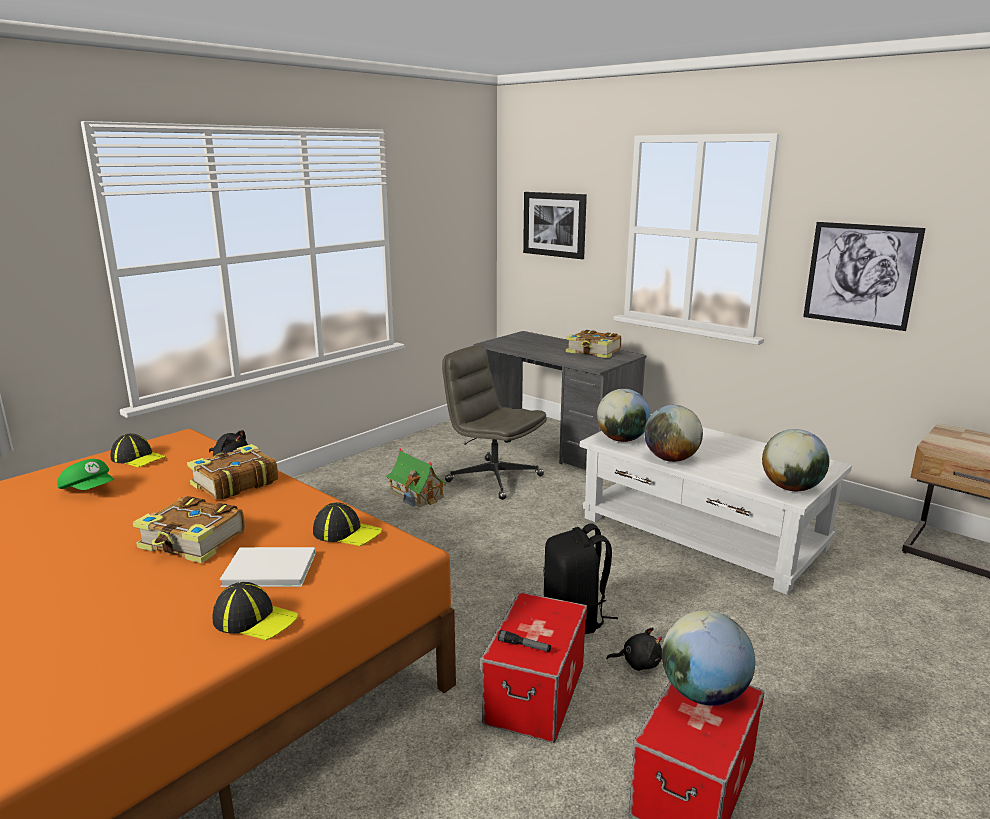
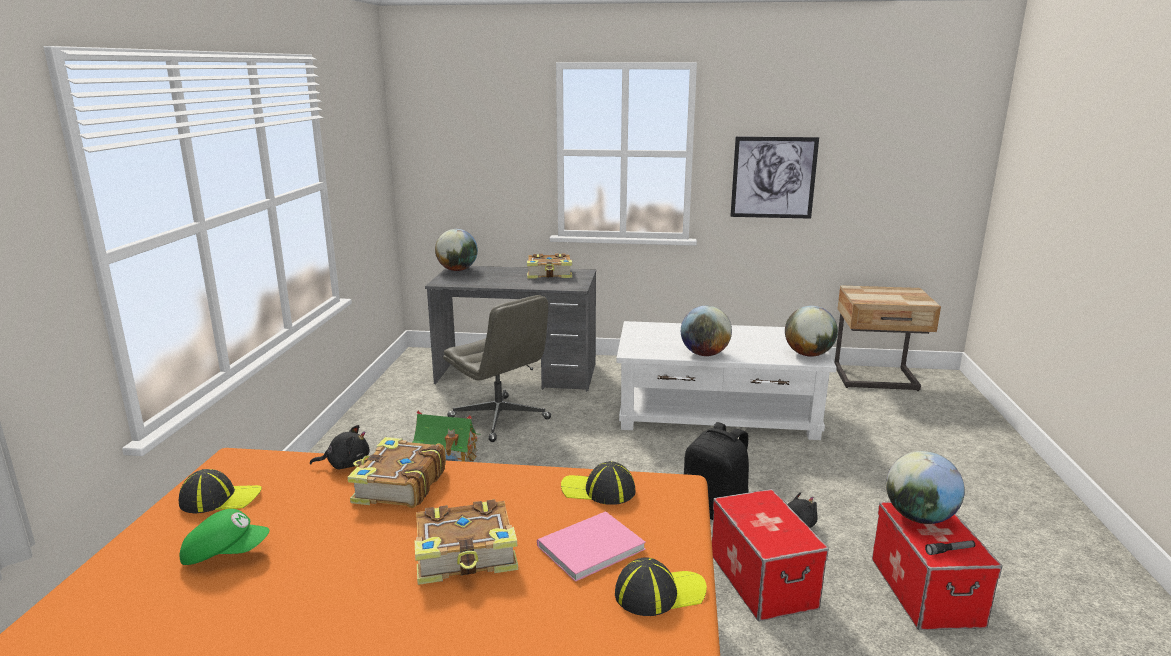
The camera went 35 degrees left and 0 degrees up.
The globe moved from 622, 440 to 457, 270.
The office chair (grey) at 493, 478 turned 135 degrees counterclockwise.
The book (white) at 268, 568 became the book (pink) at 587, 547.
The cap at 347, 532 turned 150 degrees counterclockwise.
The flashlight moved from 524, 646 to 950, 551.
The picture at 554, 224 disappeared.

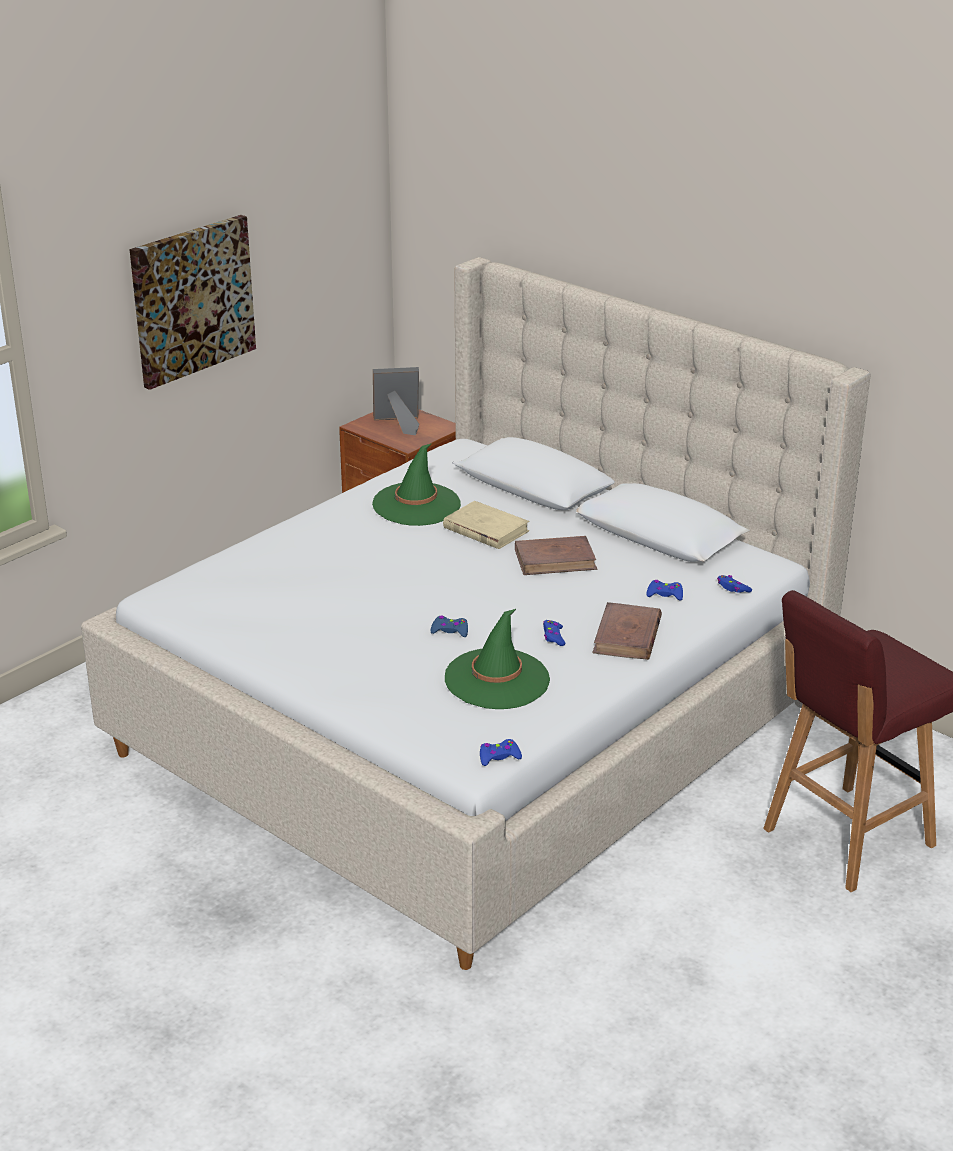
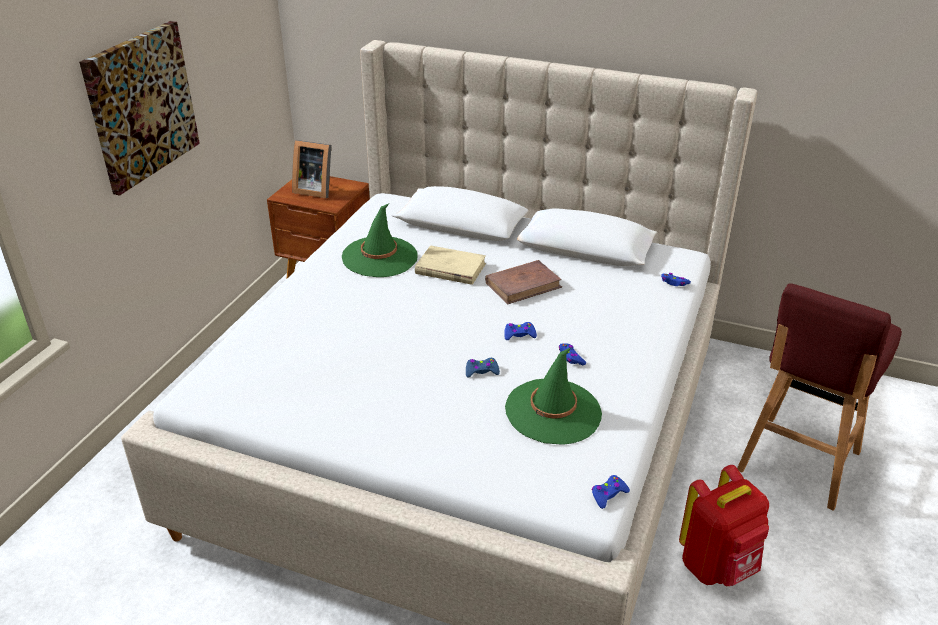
The camera went 20 degrees left and 5 degrees up.
The picture frame at 399, 424 turned 135 degrees counterclockwise.
The game controller (blue) moved from 665, 594 to 519, 334.
The backpack (red) at 718, 566 appeared.
The book (brown) at 627, 636 disappeared.

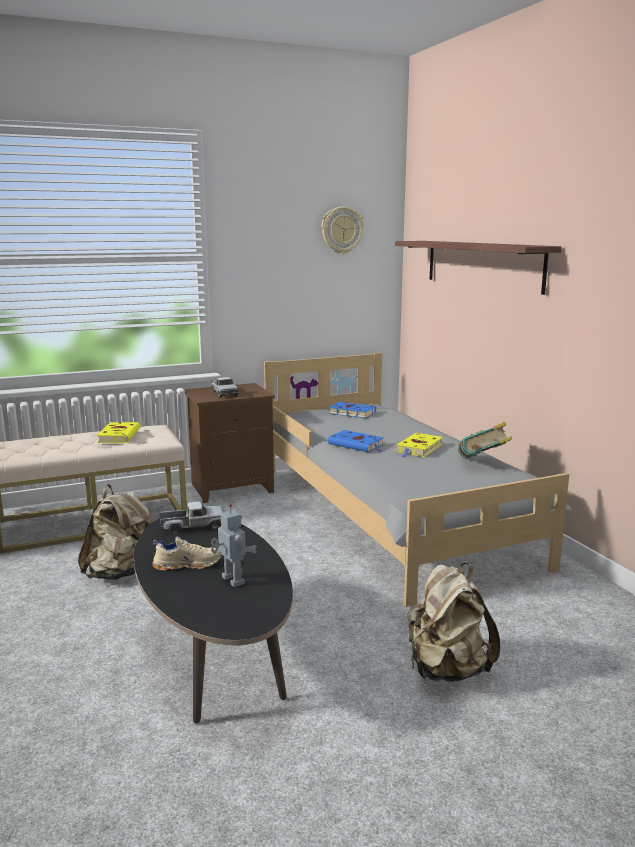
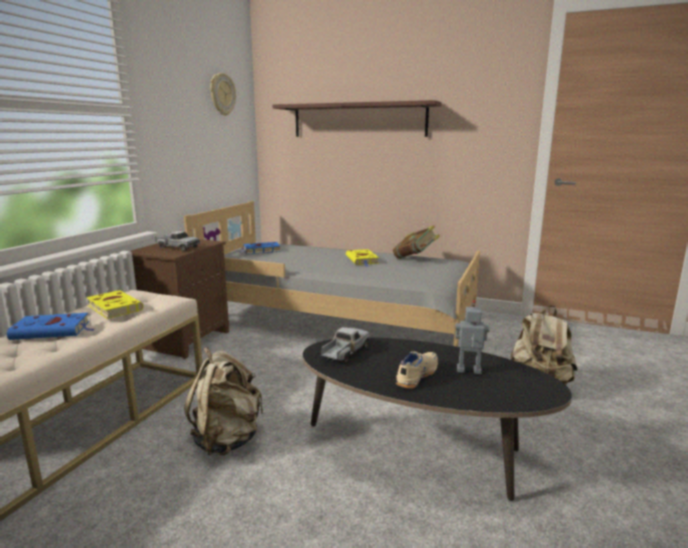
The camera went 45 degrees left and 0 degrees up.
The book (blue) moved from 357, 445 to 53, 330.

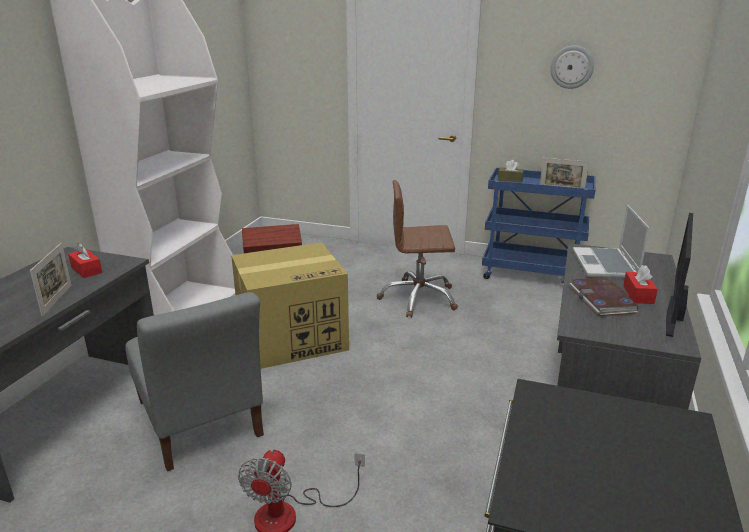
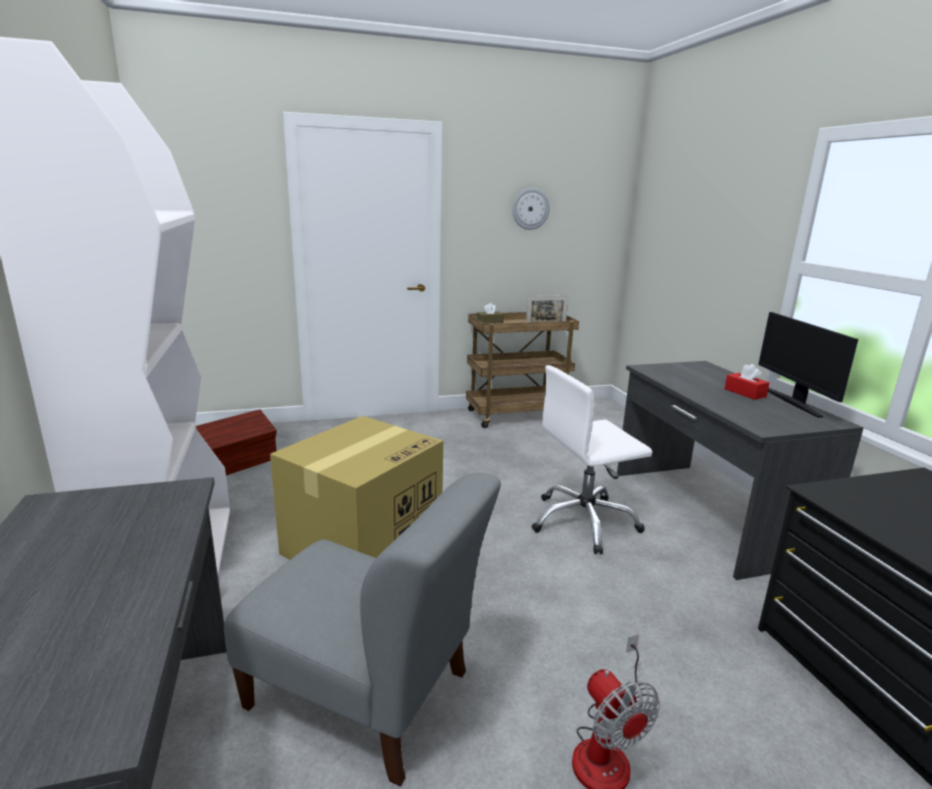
The camera went 35 degrees left and 5 degrees down.
The cart (blue) at 532, 274 became the cart (brown) at 517, 415.
The office chair (white) at 584, 522 appeared.
The picture frame at 57, 300 disappeared.
The tissue box (red) at 86, 270 disappeared.
The office chair (brown) at 418, 298 disappeared.
The book at 602, 300 disappeared.
The laptop at 606, 265 disappeared.

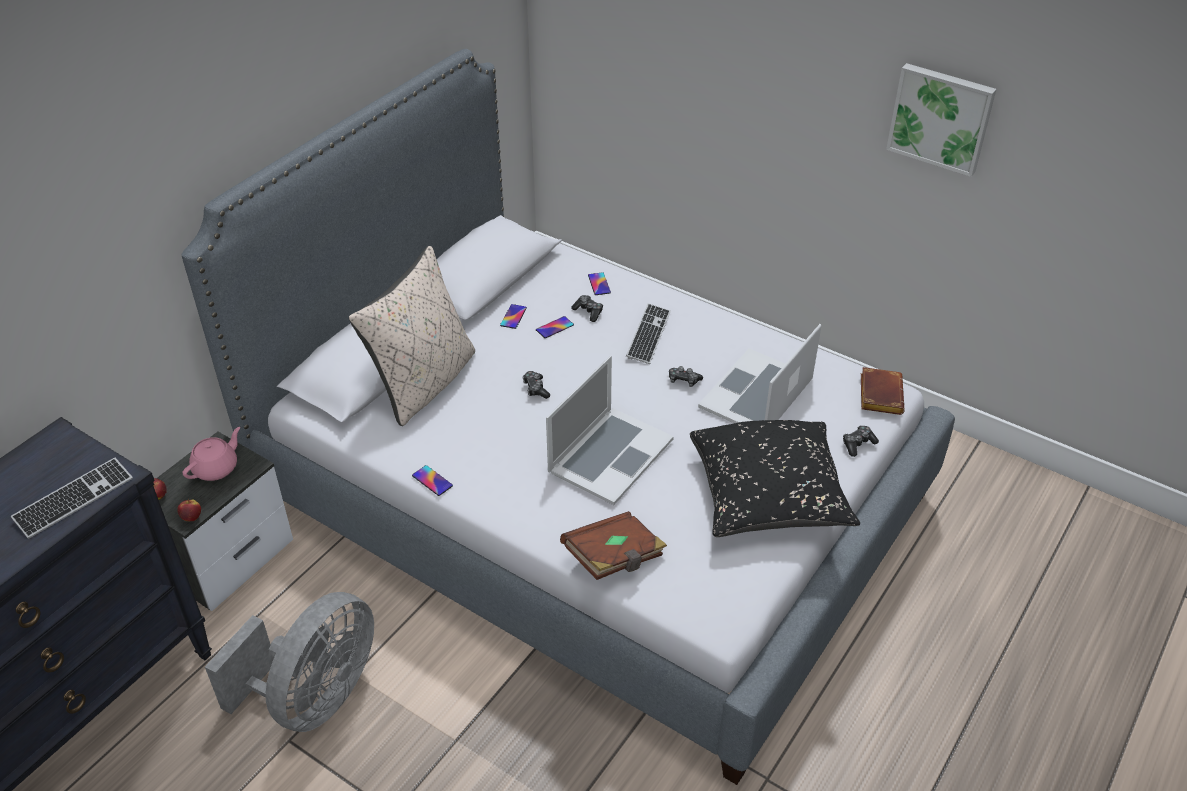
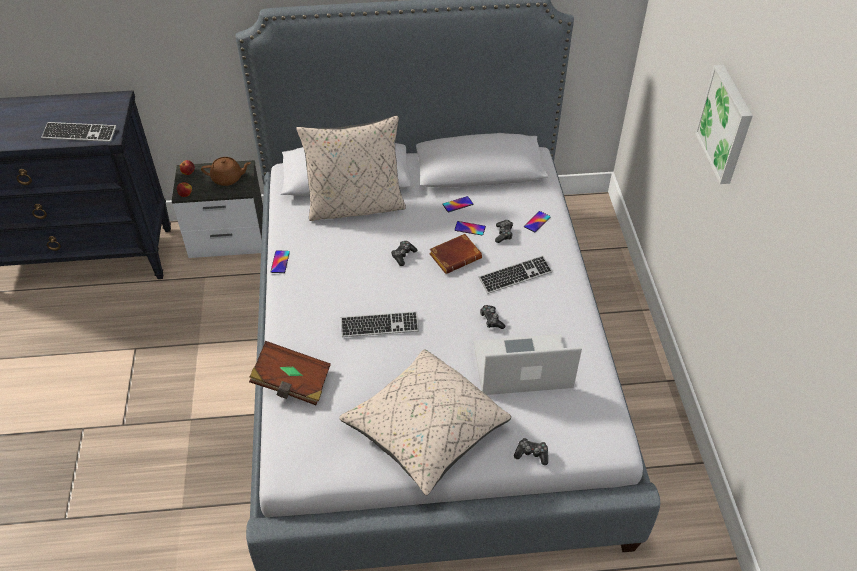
The camera went 50 degrees right and 5 degrees up.
The teapot (pink) at 216, 468 became the teapot (brown) at 228, 178.
The pillow (black) at 768, 496 became the pillow (beige) at 425, 431.
The laptop at 610, 454 was replaced by the keyboard at 379, 326.
The book (brown) moved from 878, 394 to 455, 256.
The picture moved from 941, 118 to 726, 124.
The fan (grey) at 314, 697 disappeared.

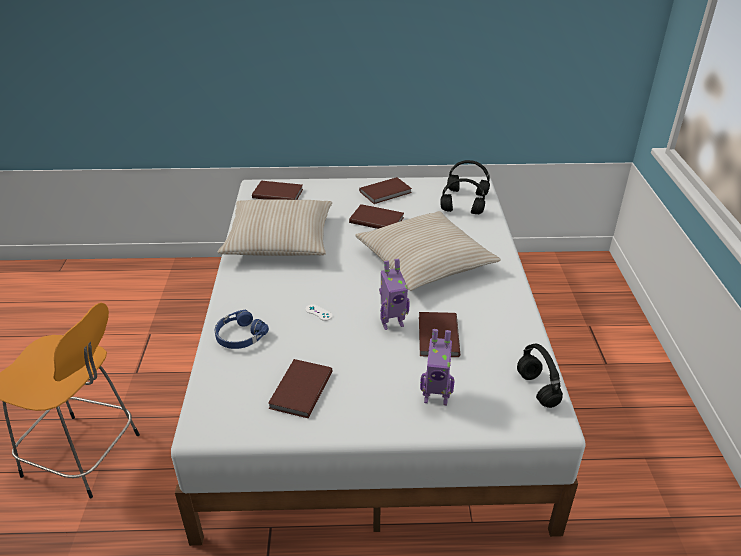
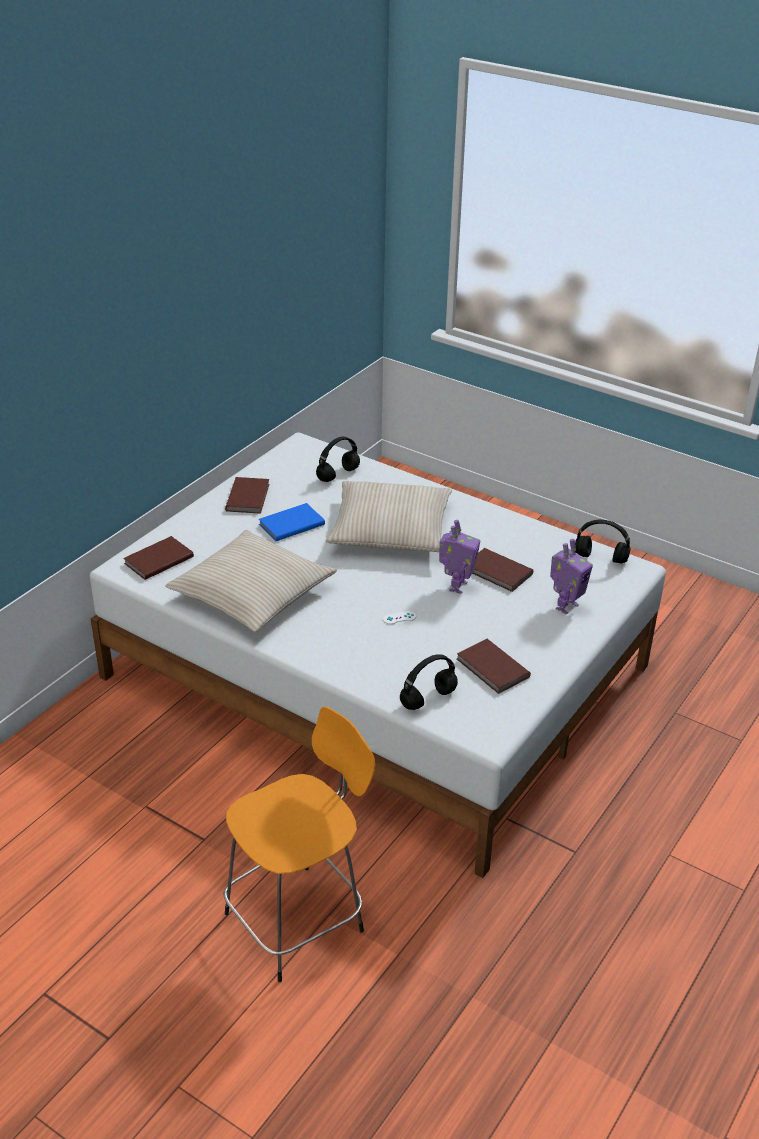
The camera went 55 degrees left and 0 degrees up.
The book (brown) at 376, 219 became the book (blue) at 290, 524.
The headphones (black) moved from 466, 193 to 428, 699.
The headphones (blue) at 239, 336 disappeared.

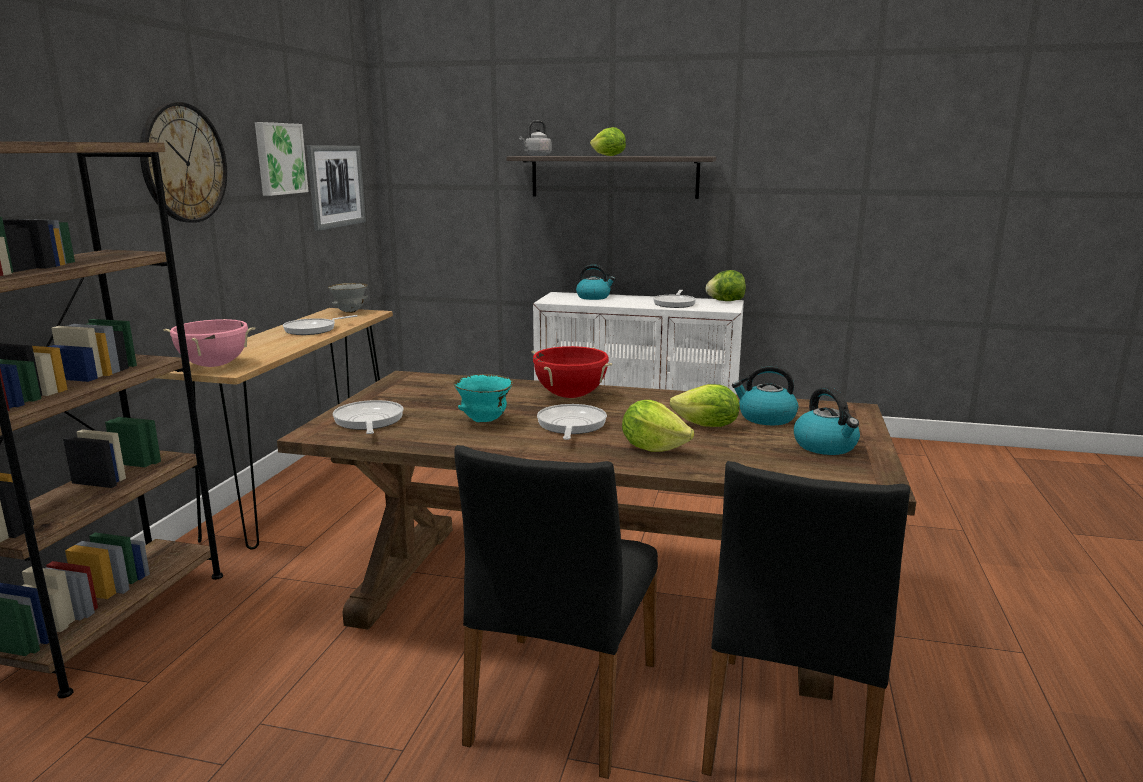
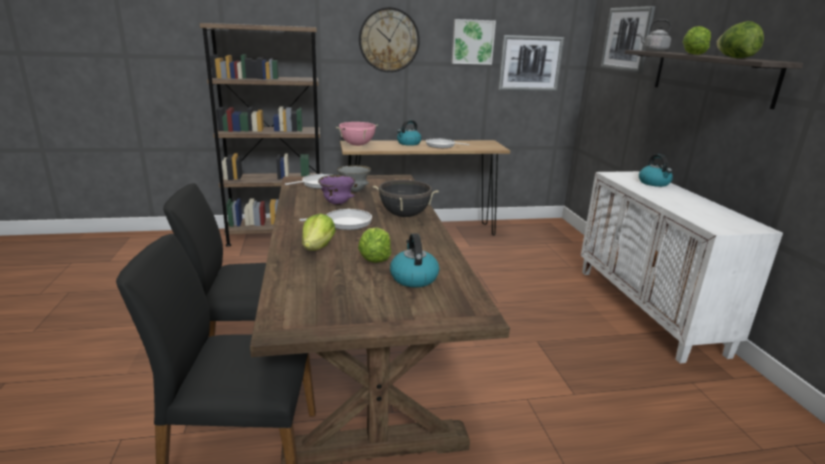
The camera went 65 degrees right and 5 degrees up.
The bowl (turquoise) at 484, 421 became the bowl (purple) at 337, 204.
The bowl (grey) moved from 350, 312 to 354, 191.
The cooking pot (red) at 570, 396 became the cooking pot (black) at 404, 215.
The kettle moved from 826, 446 to 408, 143.
The picture at 627, 39 appeared.
The lettuce moved from 725, 301 to 735, 58.
The frying pan at 675, 303 disappeared.

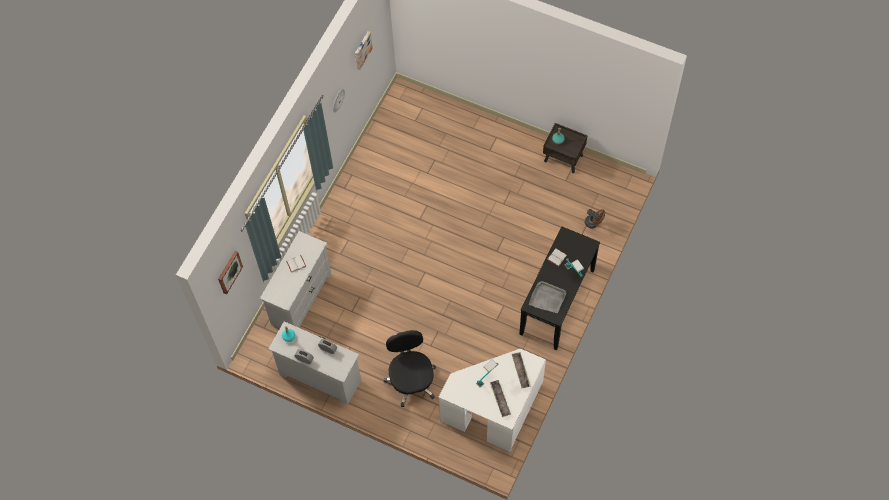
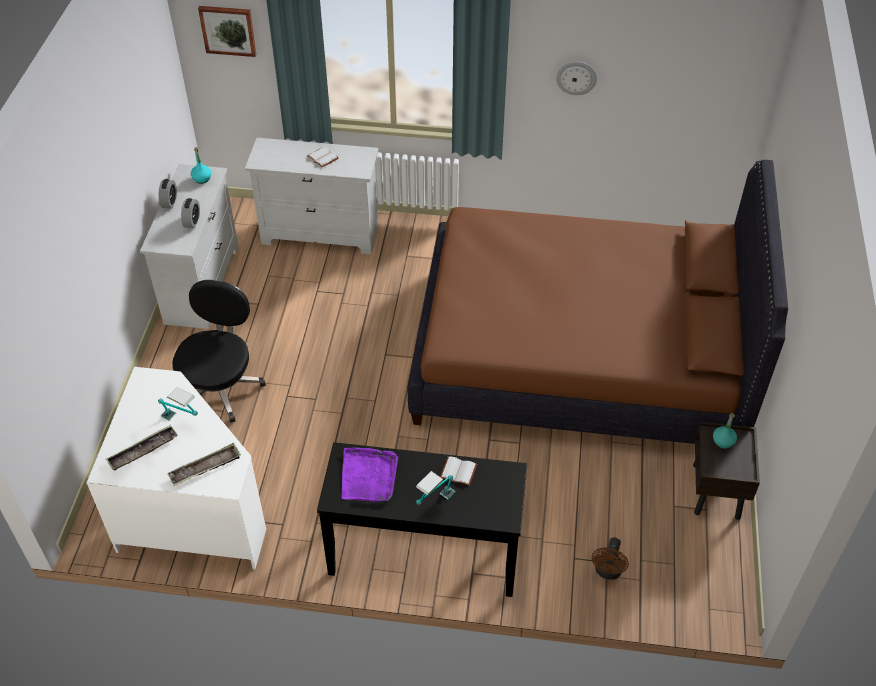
The camera went 70 degrees right and 15 degrees down.
The office chair (black) at 411, 380 turned 45 degrees counterclockwise.
The tray (grey) at 547, 298 became the tray (purple) at 368, 476.
The bed (brown) at 579, 355 appeared.
The picture at 362, 49 disappeared.

